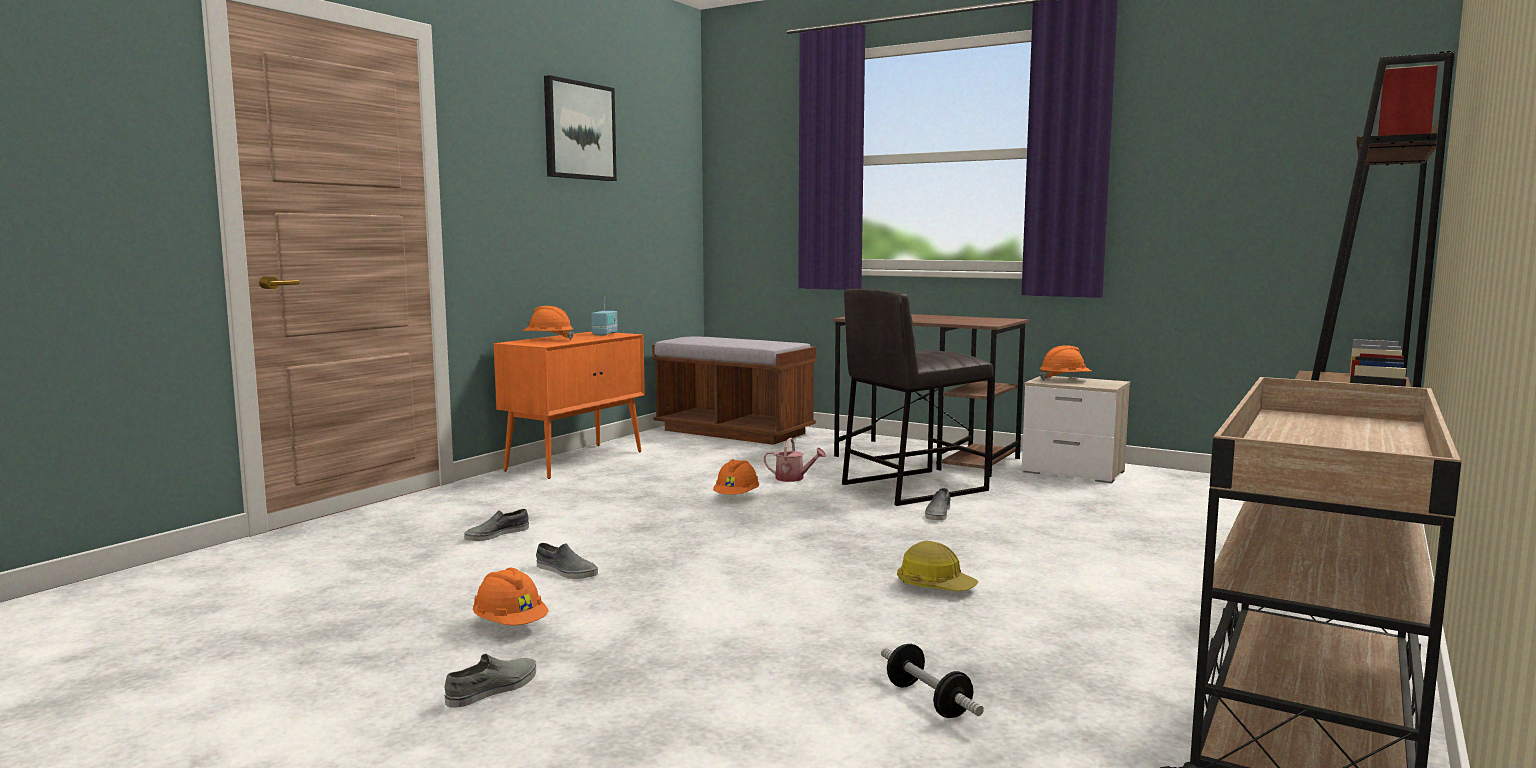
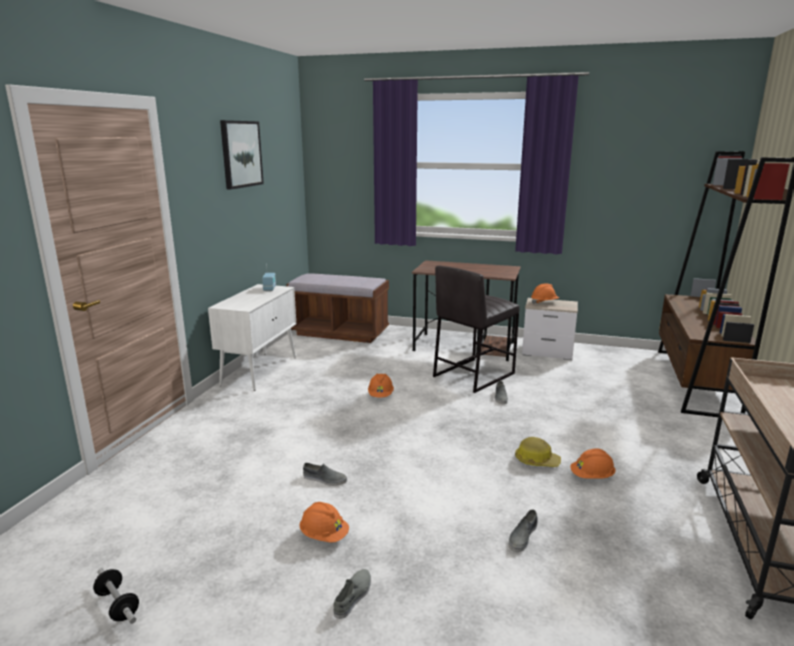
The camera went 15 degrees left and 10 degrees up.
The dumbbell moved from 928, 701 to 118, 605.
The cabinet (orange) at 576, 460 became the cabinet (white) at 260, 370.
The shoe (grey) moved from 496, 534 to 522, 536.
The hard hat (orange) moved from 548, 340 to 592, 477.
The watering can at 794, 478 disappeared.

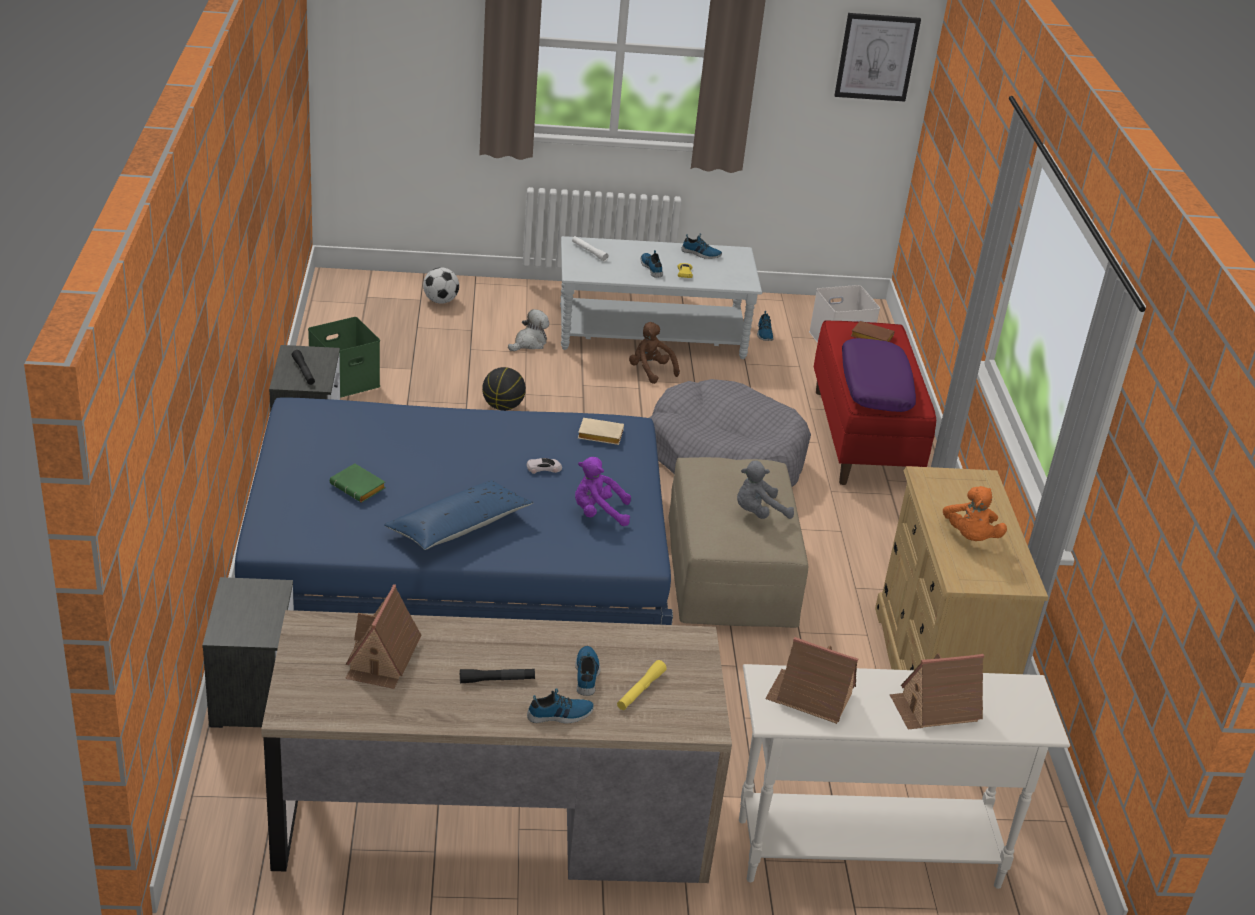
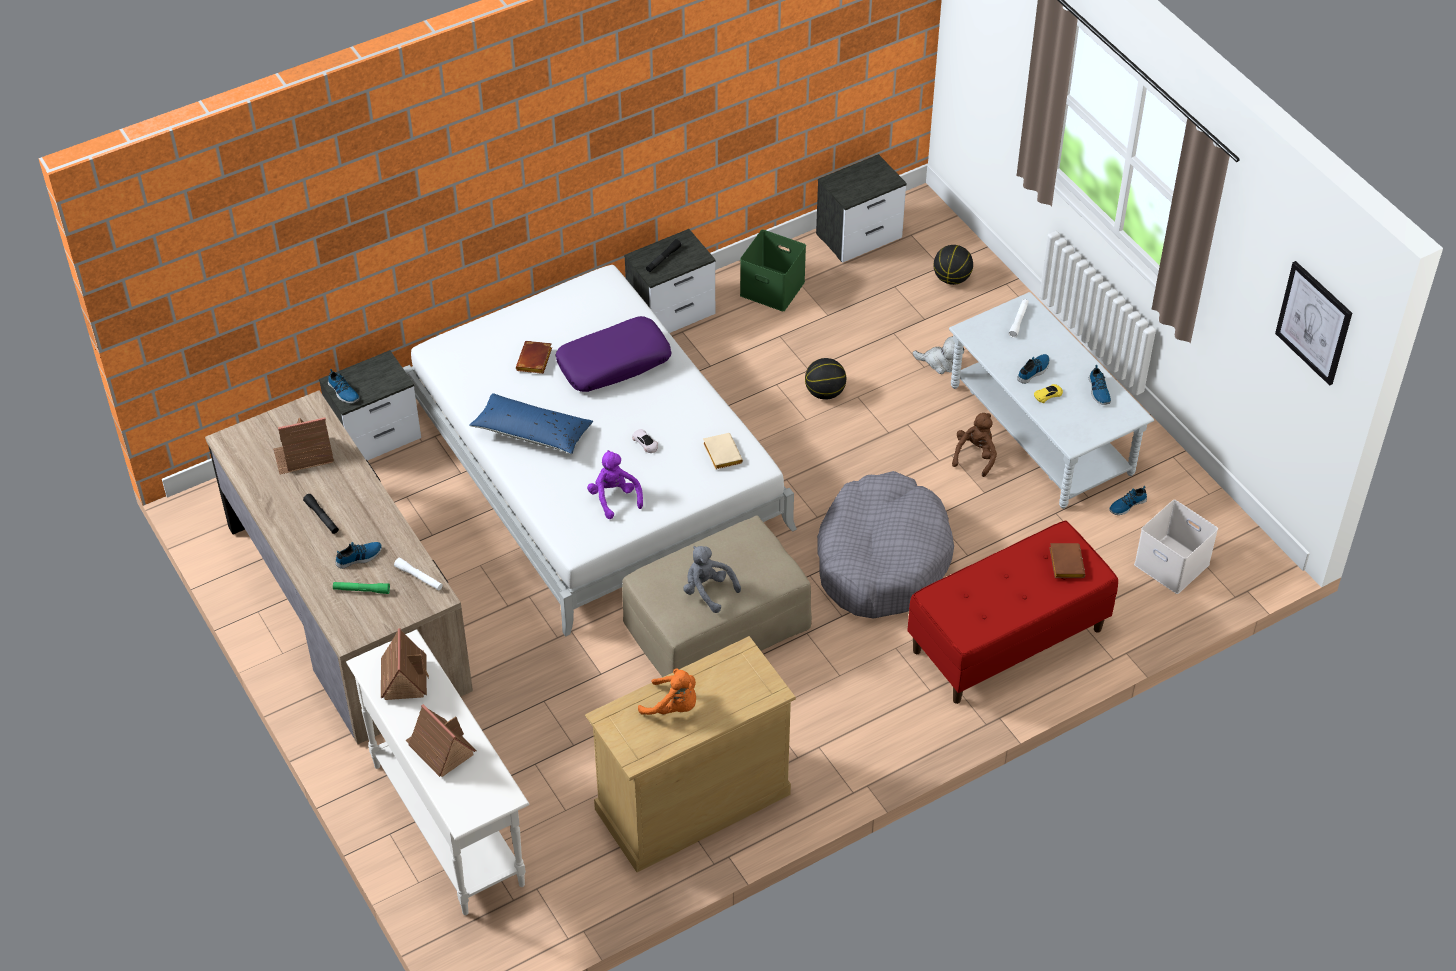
The camera went 65 degrees right and 15 degrees up.
The shoe moved from 560, 715 to 343, 392.
The flashlight (yellow) at 640, 690 became the flashlight (green) at 361, 590.
The flashlight (white) at 419, 577 appeared.
The bed (blue) at 458, 562 became the bed (white) at 595, 465.
The book (green) at 360, 487 became the book (brown) at 535, 361.
The pillow (purple) moved from 874, 386 to 614, 362.
The plush toy (orange) at 970, 537 turned 135 degrees counterclockwise.
The nightstand at 860, 236 appeared.
The football at 440, 301 was replaced by the basketball at 952, 278.

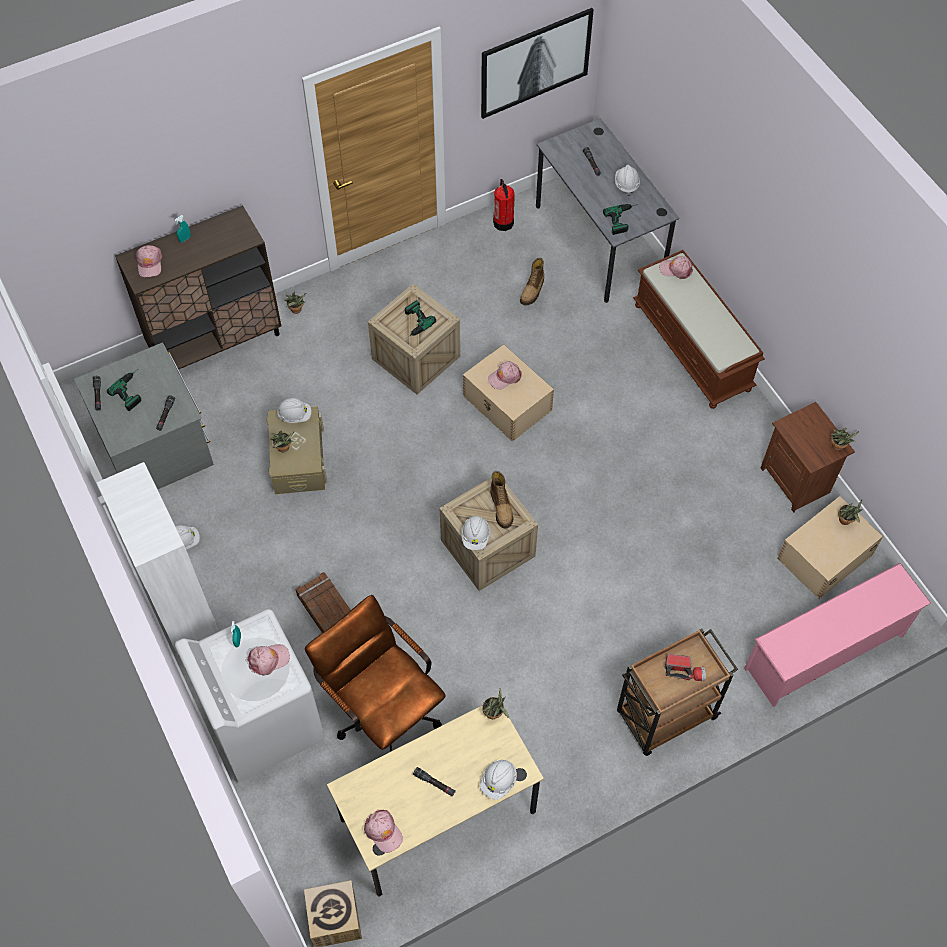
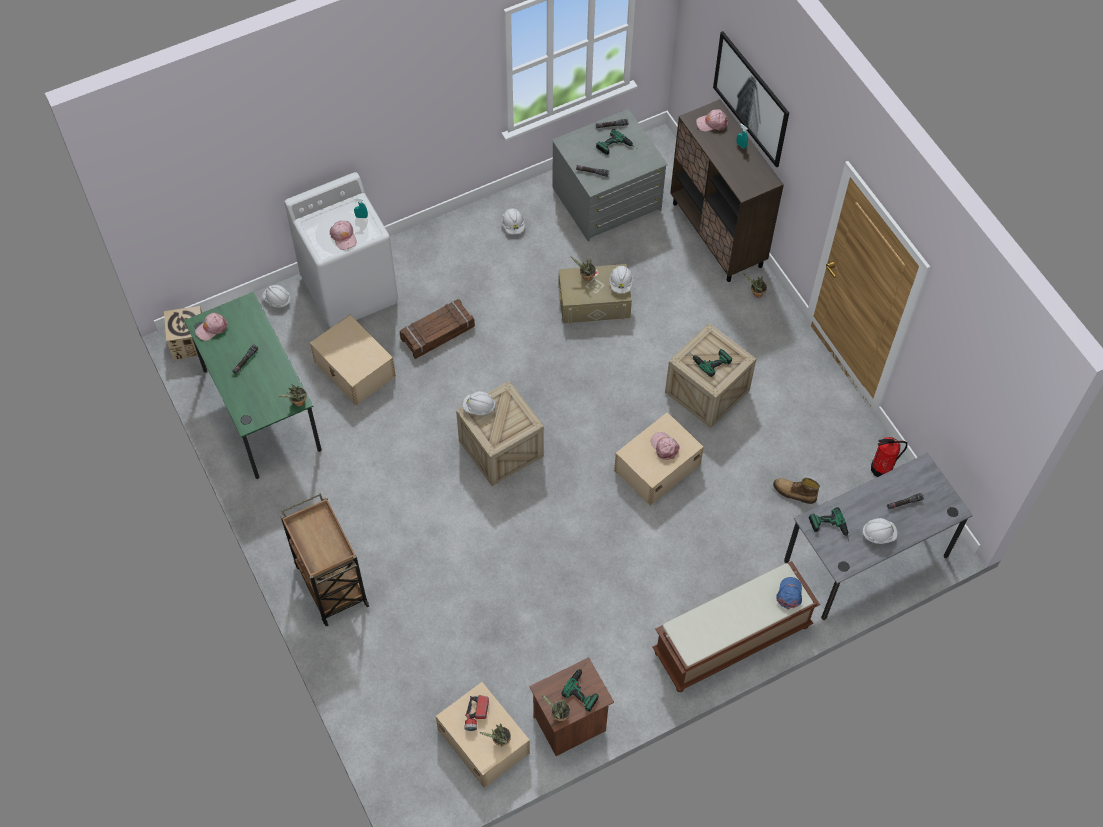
The camera went 90 degrees right and 0 degrees up.
The desk (beige) at 438, 815 became the desk (green) at 261, 409.
The hard hat (white) moved from 498, 781 to 277, 300.
The office chair (brown) at 382, 709 was replaced by the storage box (beige) at 355, 370.
The flashlight moved from 684, 671 to 476, 715.
The power drill at 585, 687 appeared.
The picture moved from 534, 62 to 752, 98.
The cap (pink) at 676, 269 became the cap (blue) at 789, 594.
The bookcase (white) at 183, 615 disappeared.
The boot at 502, 507 disappeared.
The shoe rack (pink) at 825, 653 disappeared.

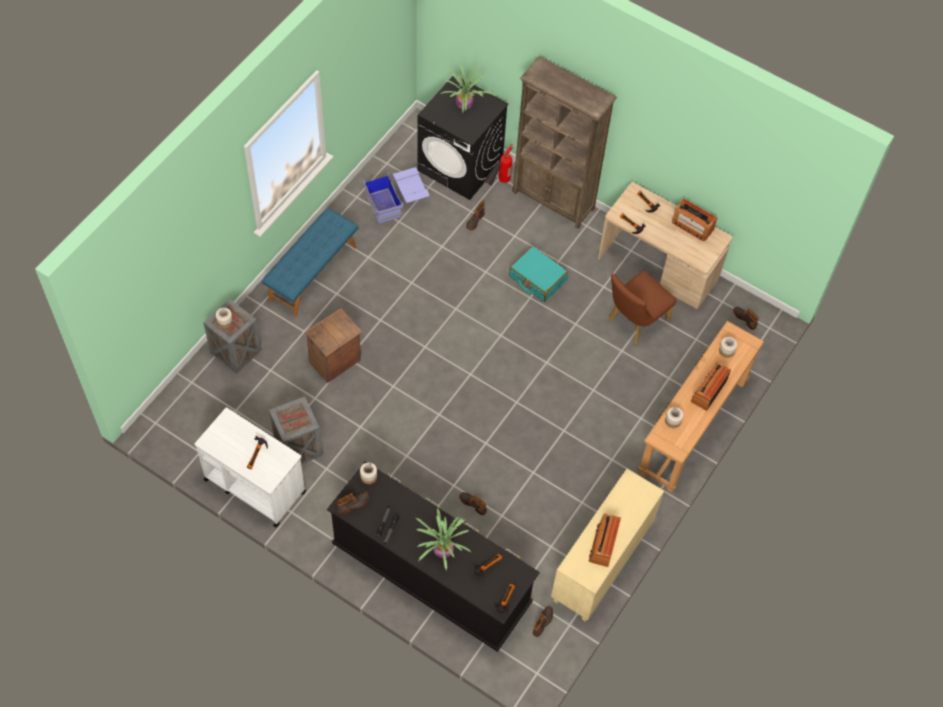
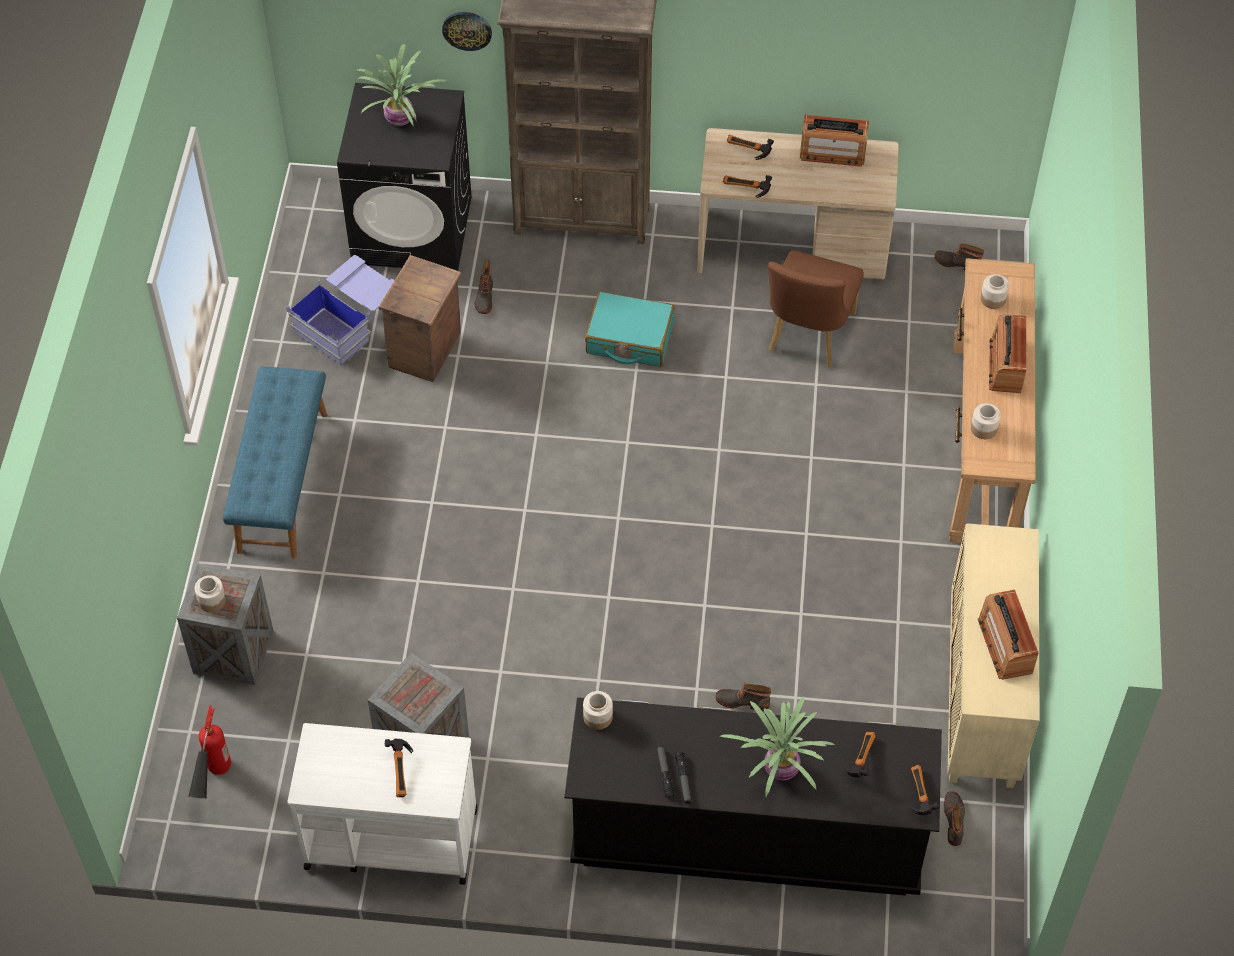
The camera went 25 degrees left and 5 degrees down.
The fire extinguisher moved from 497, 185 to 214, 784.
The crate moved from 335, 361 to 426, 350.
The wall clock at 467, 30 appeared.
The boot at 354, 504 disappeared.

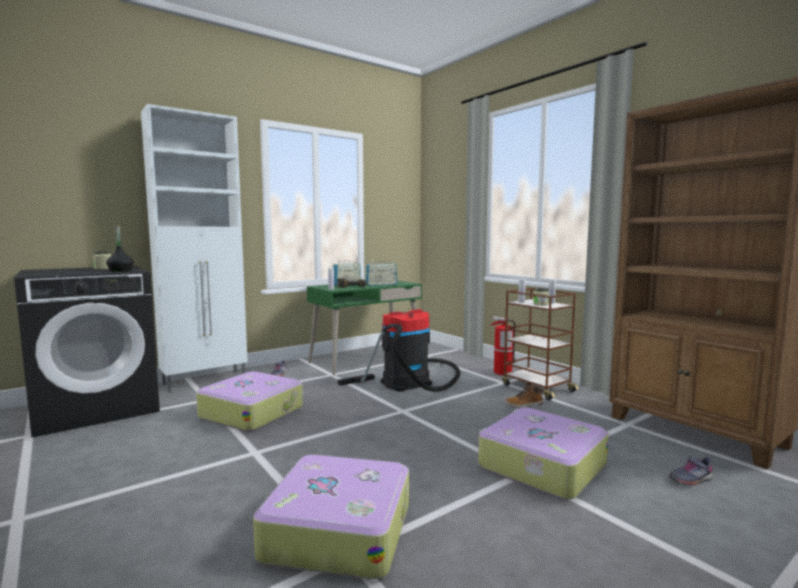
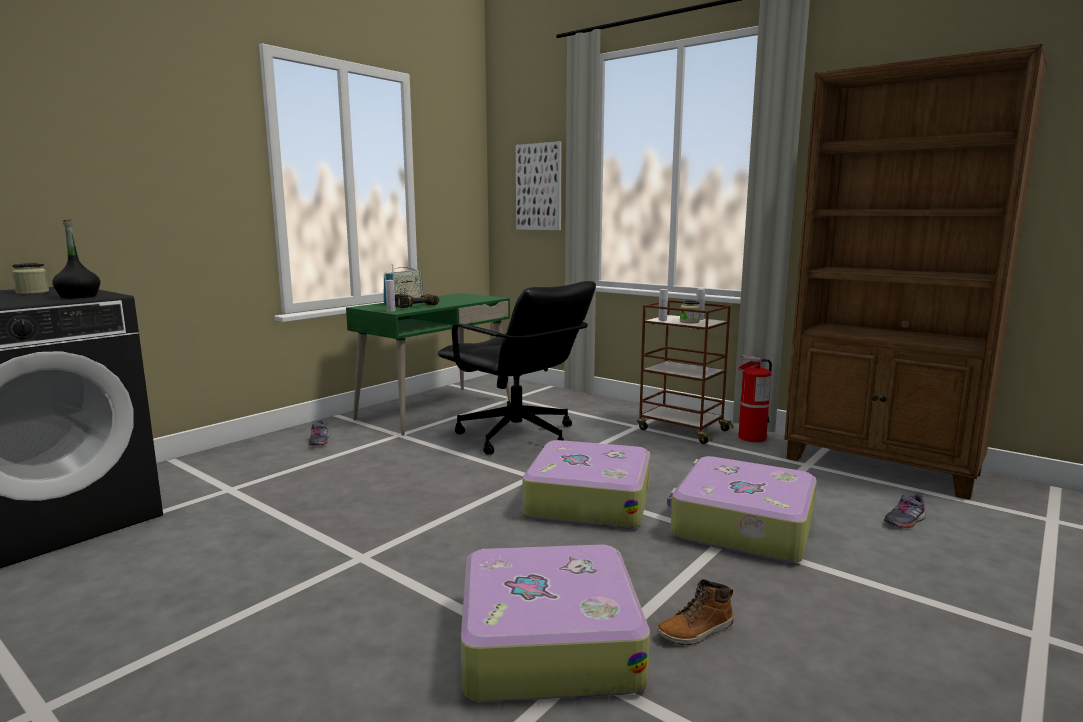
The camera went 15 degrees left and 5 degrees up.
The vacuum cleaner at 410, 382 was replaced by the office chair (black) at 517, 437.
The picture at 539, 187 appeared.
The suitcase moved from 252, 412 to 588, 500.
The boot moved from 524, 405 to 696, 631.
The fire extinguisher moved from 502, 372 to 751, 438.
The cabinet (white) at 206, 381 disappeared.
The radio at 381, 285 disappeared.

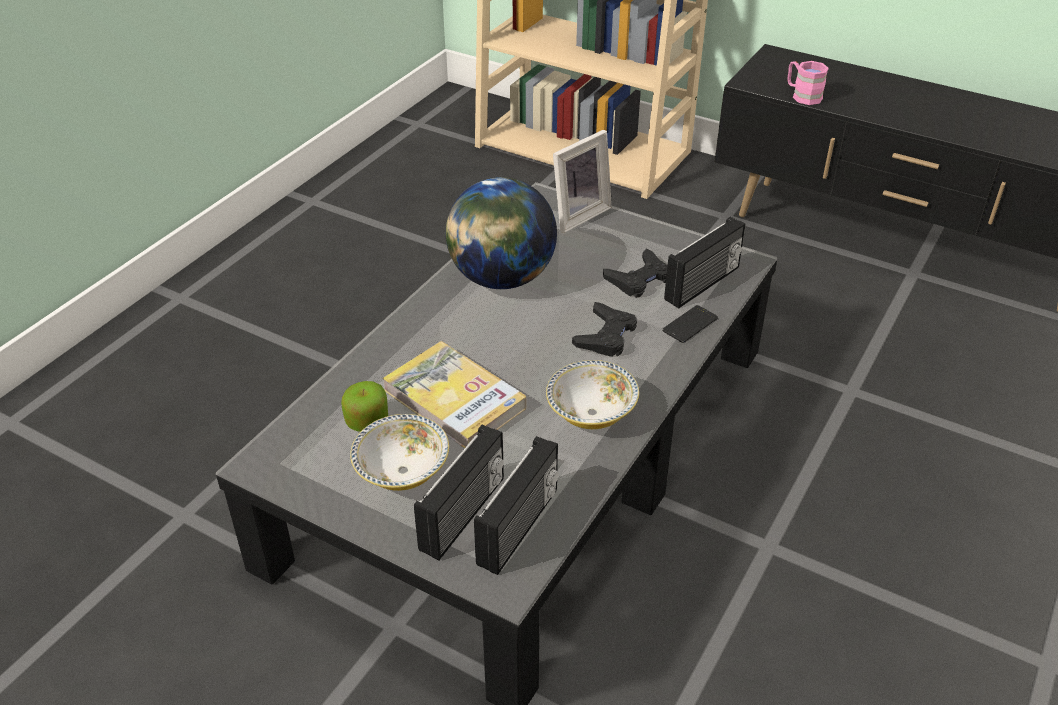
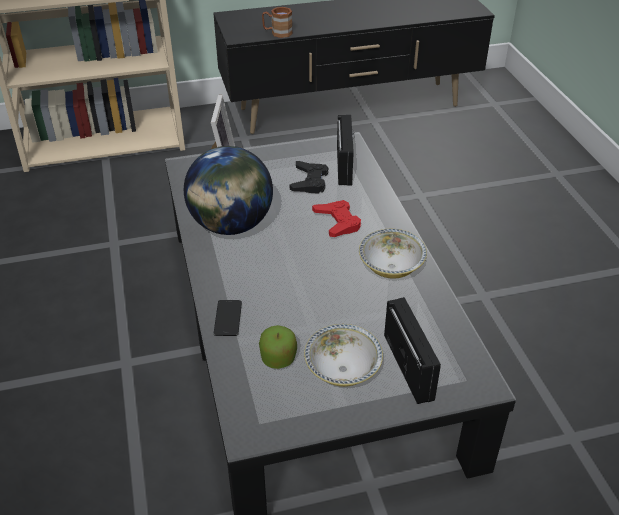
The camera went 45 degrees left and 0 degrees up.
The phone moved from 690, 324 to 228, 318.
The mug (pink) at 802, 95 became the mug (brown) at 277, 33.
The game controller (black) at 606, 336 became the game controller (red) at 337, 222.
The book at 454, 399 disappeared.
The radio at 520, 527 disappeared.

